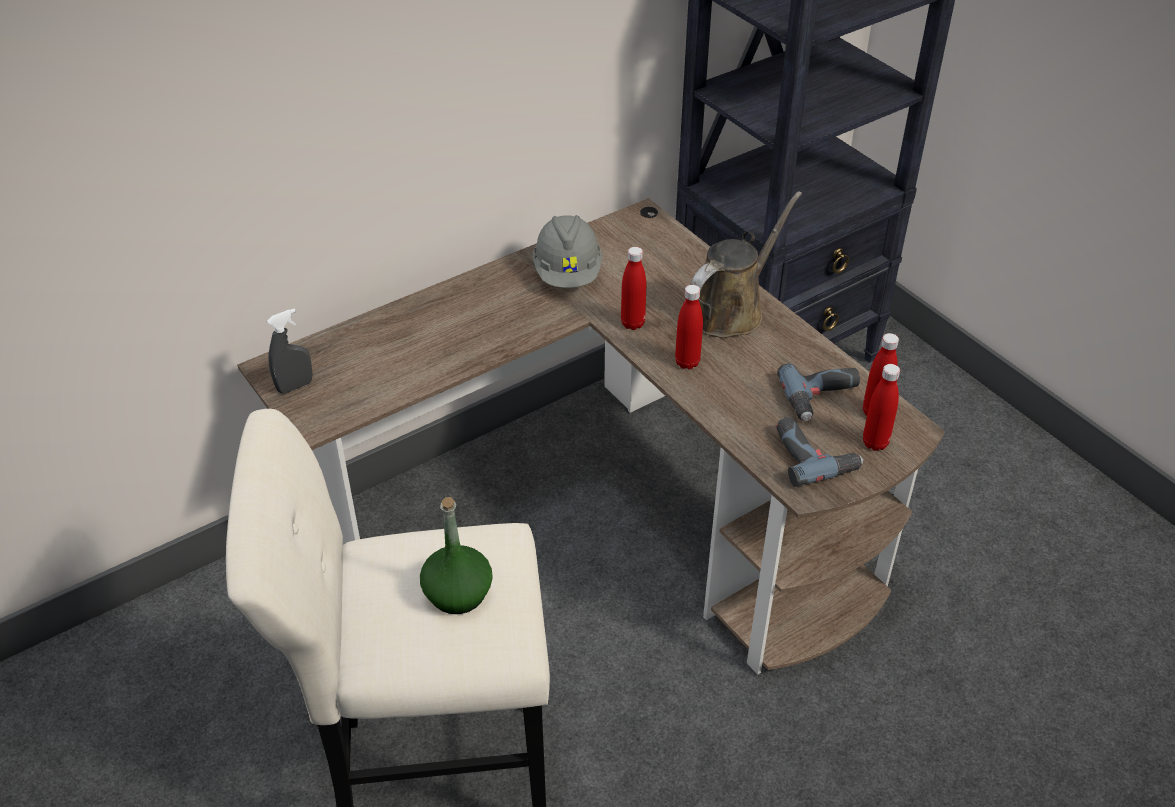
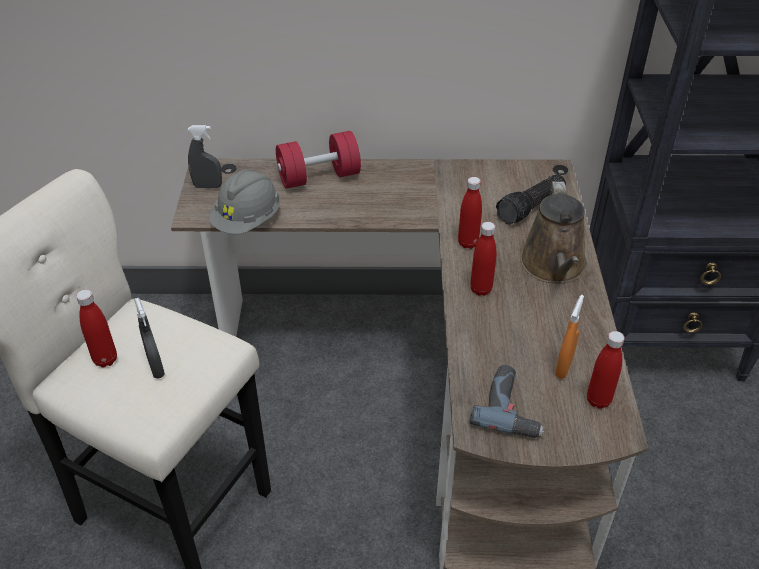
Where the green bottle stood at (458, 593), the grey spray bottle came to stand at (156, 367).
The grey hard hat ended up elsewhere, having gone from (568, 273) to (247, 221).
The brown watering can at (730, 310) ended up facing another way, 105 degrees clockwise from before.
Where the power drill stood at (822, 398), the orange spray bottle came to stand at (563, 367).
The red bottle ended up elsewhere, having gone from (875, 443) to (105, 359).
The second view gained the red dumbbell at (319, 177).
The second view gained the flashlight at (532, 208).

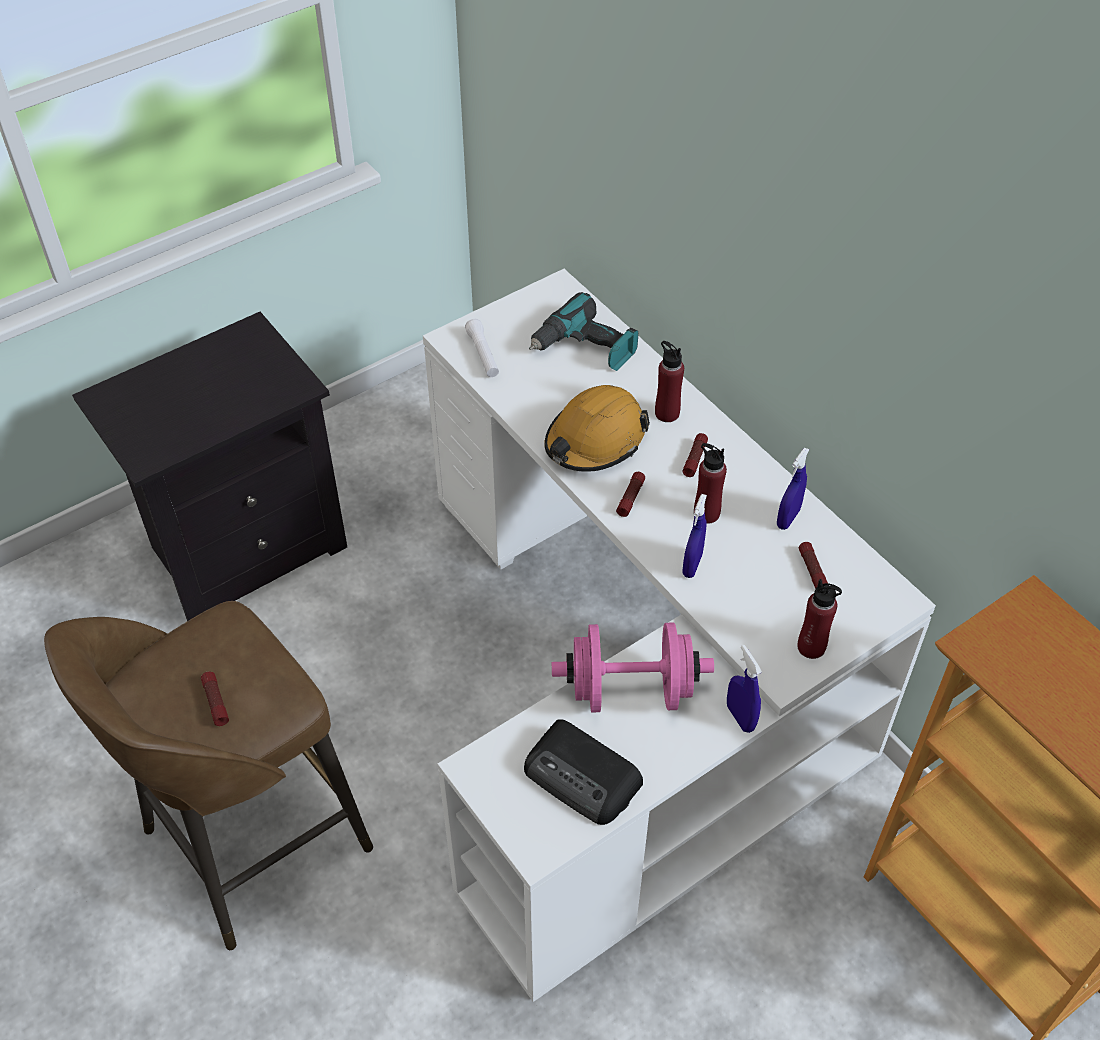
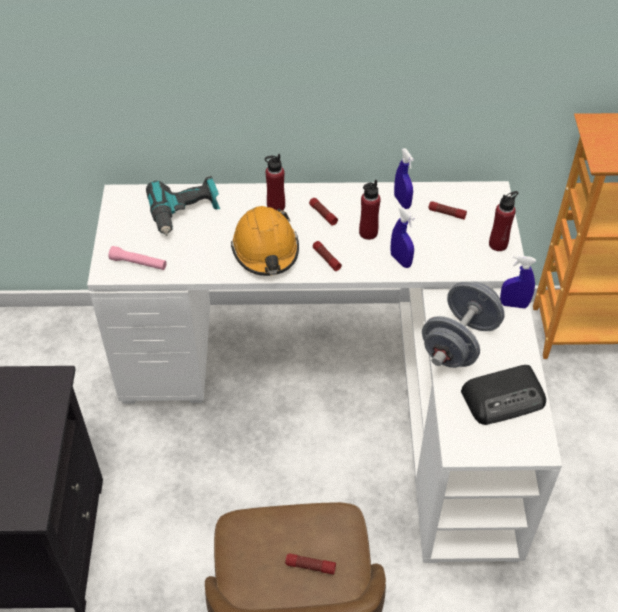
What was the white flashlight at (483, 355) turned into the pink flashlight at (138, 263).
What was the pink dumbbell at (630, 690) turned into the grey dumbbell at (459, 342).

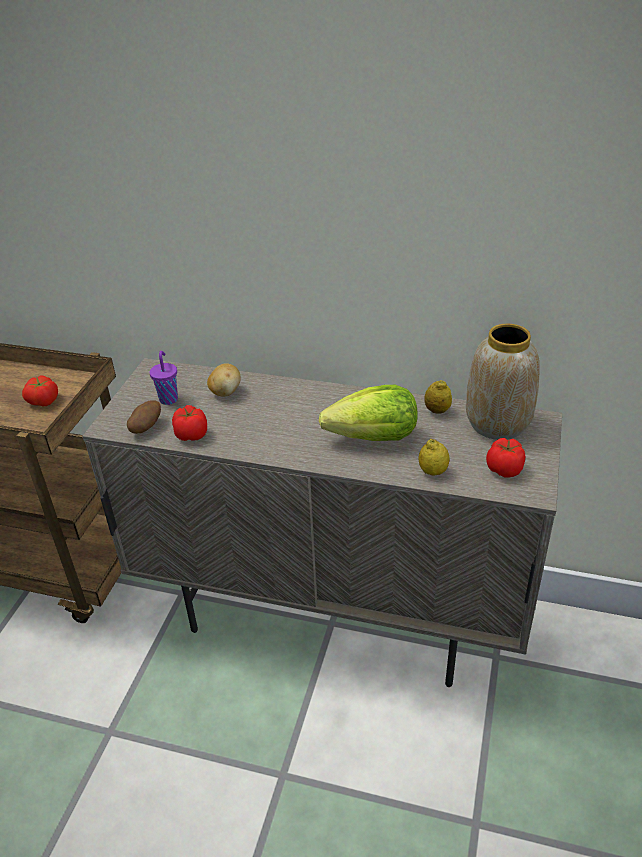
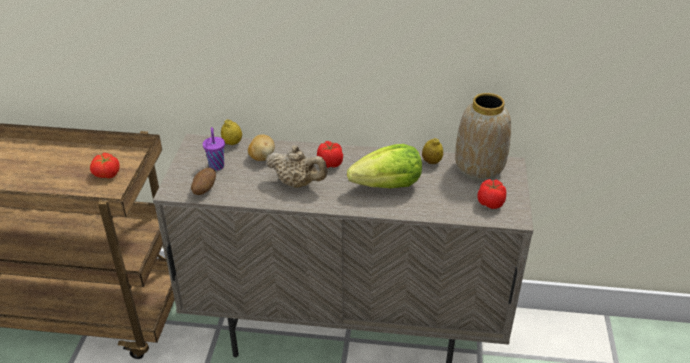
The tomato ended up elsewhere, having gone from (191, 434) to (329, 163).
The lemon ended up elsewhere, having gone from (433, 471) to (232, 143).
The second view gained the beige teapot at (297, 183).

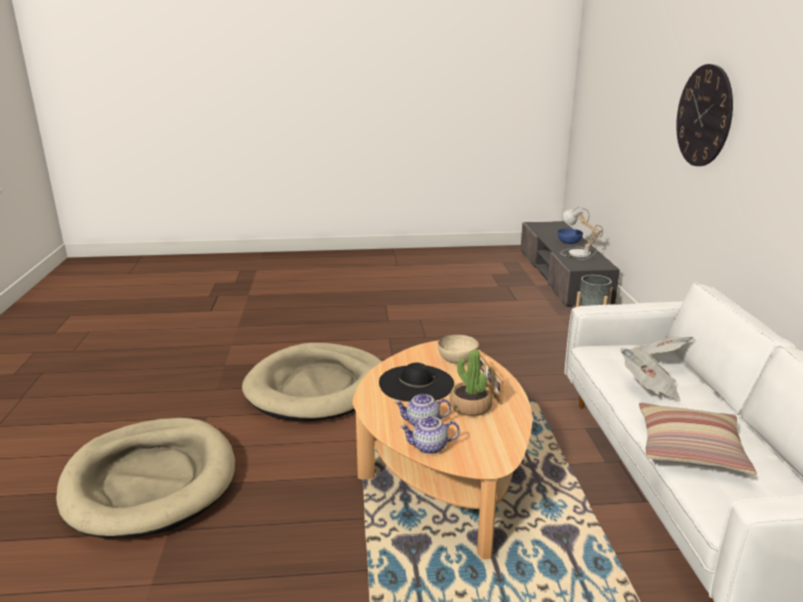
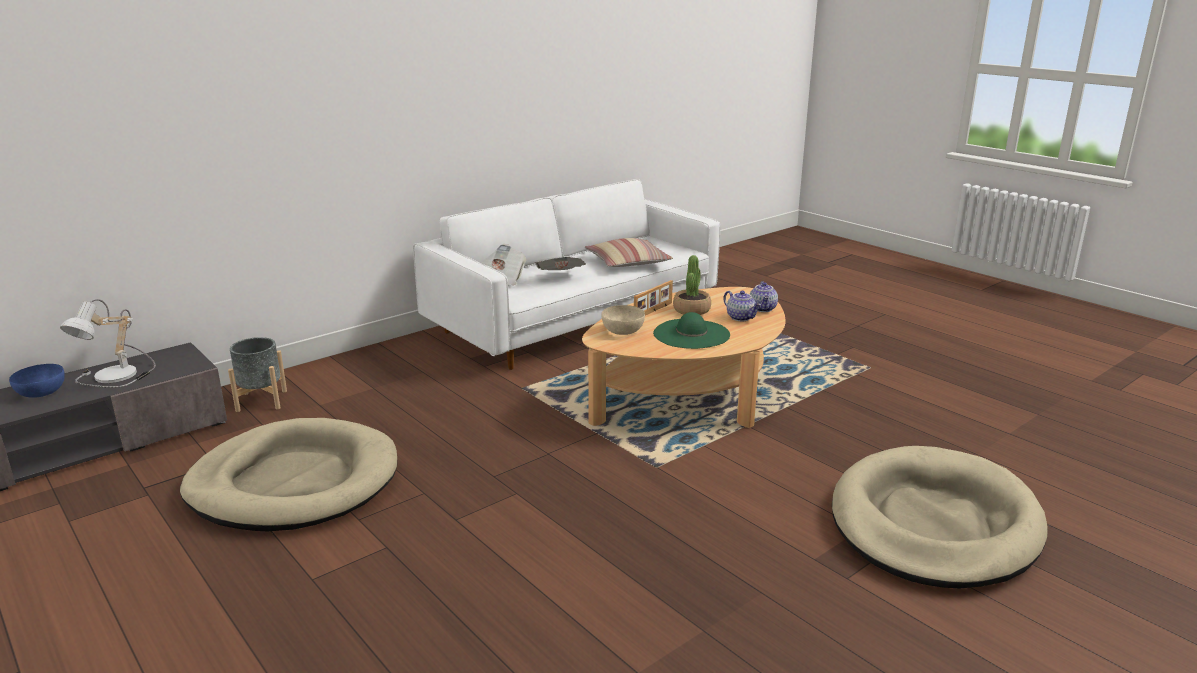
The beige dog bed ended up elsewhere, having gone from (317, 387) to (294, 482).
What was the black hat at (416, 383) turned into the green hat at (691, 334).
The teapot at (429, 447) ended up facing another way, 45 degrees clockwise from before.
The second view lost the wall clock at (704, 116).

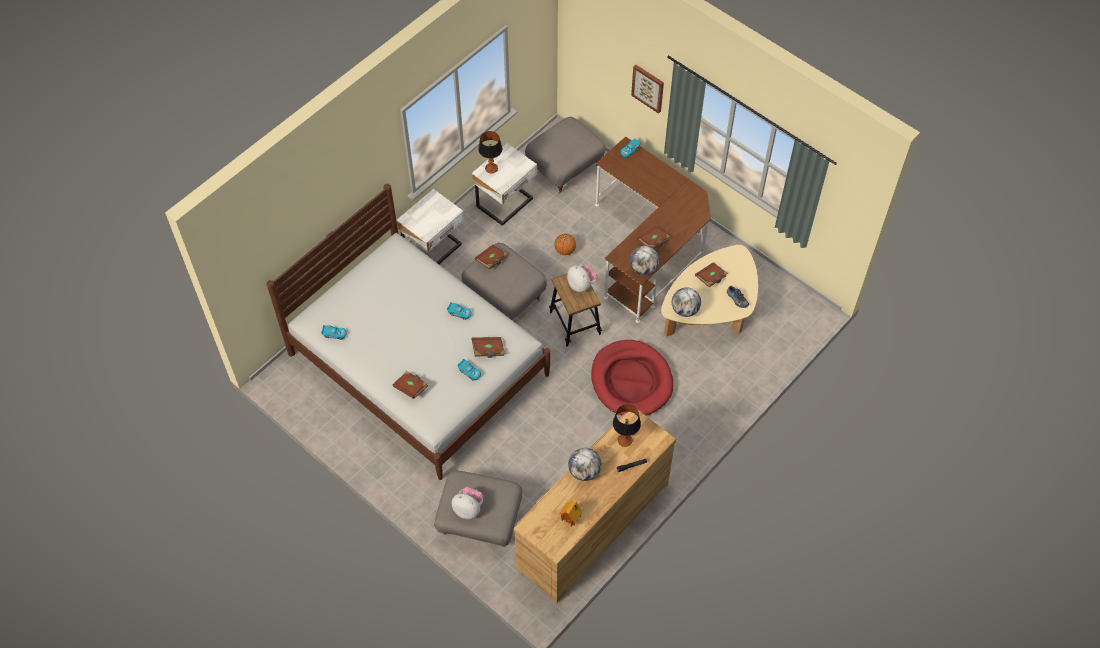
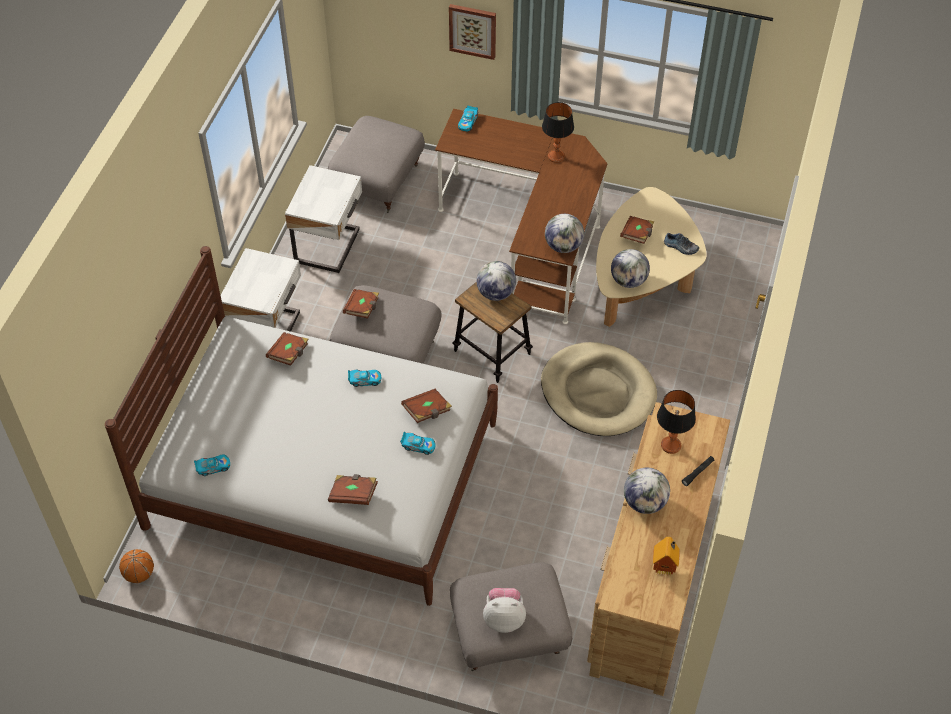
The table lamp ended up elsewhere, having gone from (491, 168) to (556, 156).
The basketball ended up elsewhere, having gone from (565, 250) to (139, 574).
Where the plush toy stood at (582, 285), the globe came to stand at (495, 293).
What was the red dog bed at (631, 381) turned into the beige dog bed at (598, 392).
The brown book ended up elsewhere, having gone from (653, 242) to (289, 354).

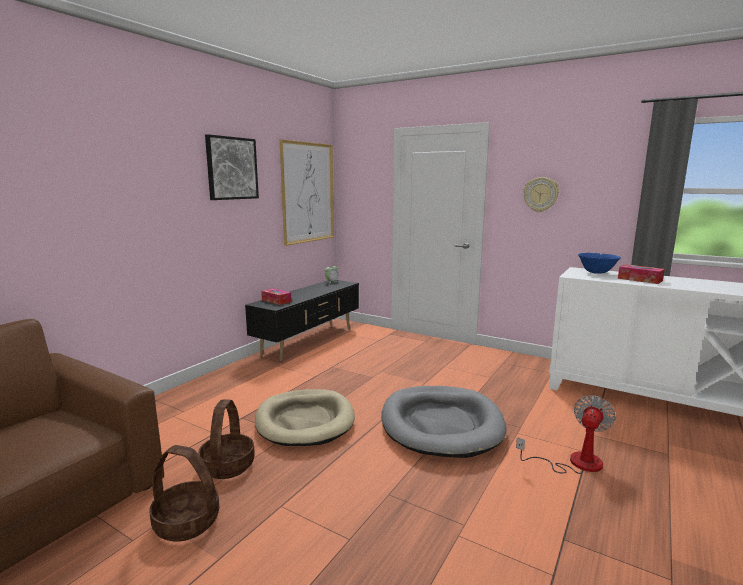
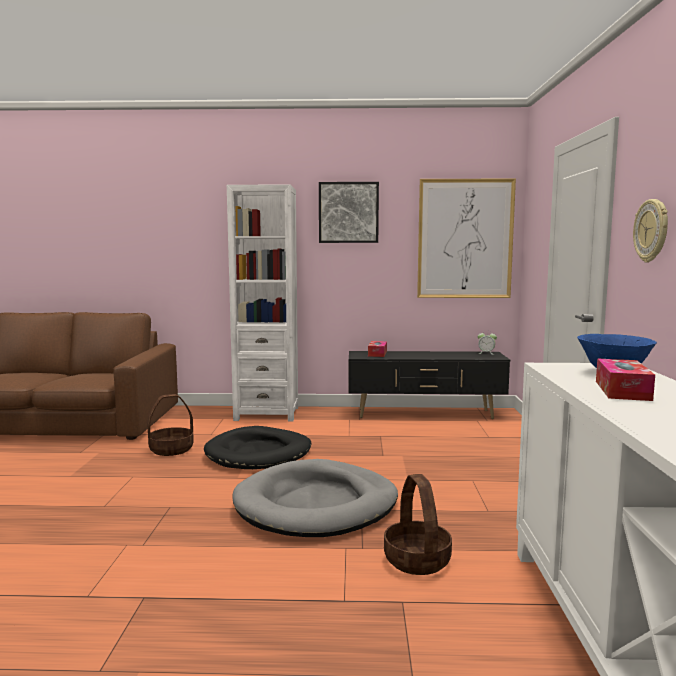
The basket ended up elsewhere, having gone from (187, 522) to (417, 560).
What was the beige dog bed at (305, 421) turned into the black dog bed at (259, 453).
The second view lost the fan at (574, 463).
The second view gained the white bookcase at (267, 414).

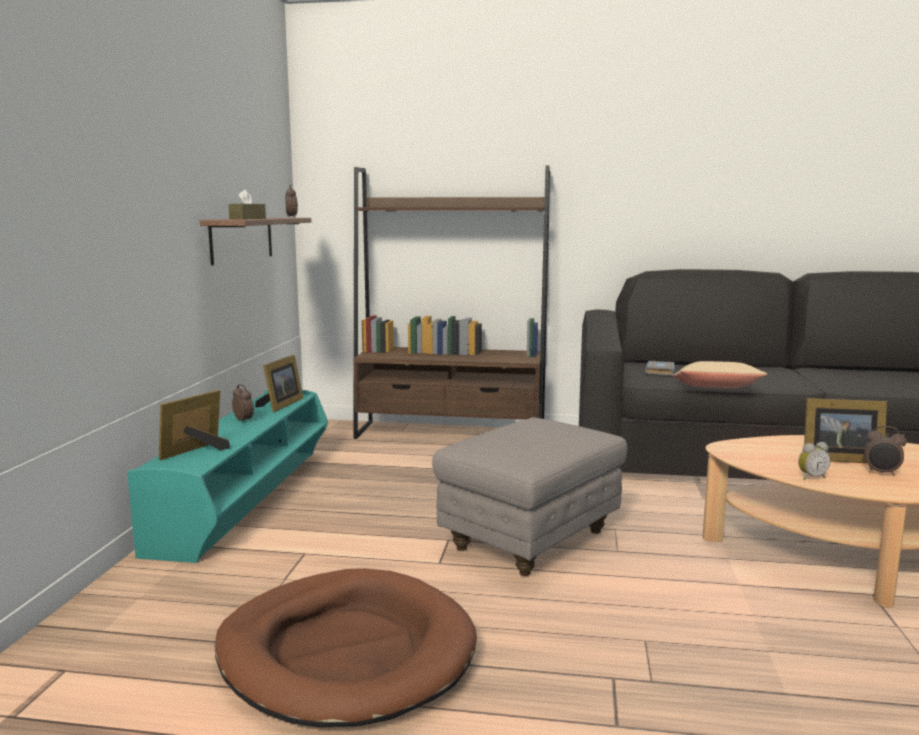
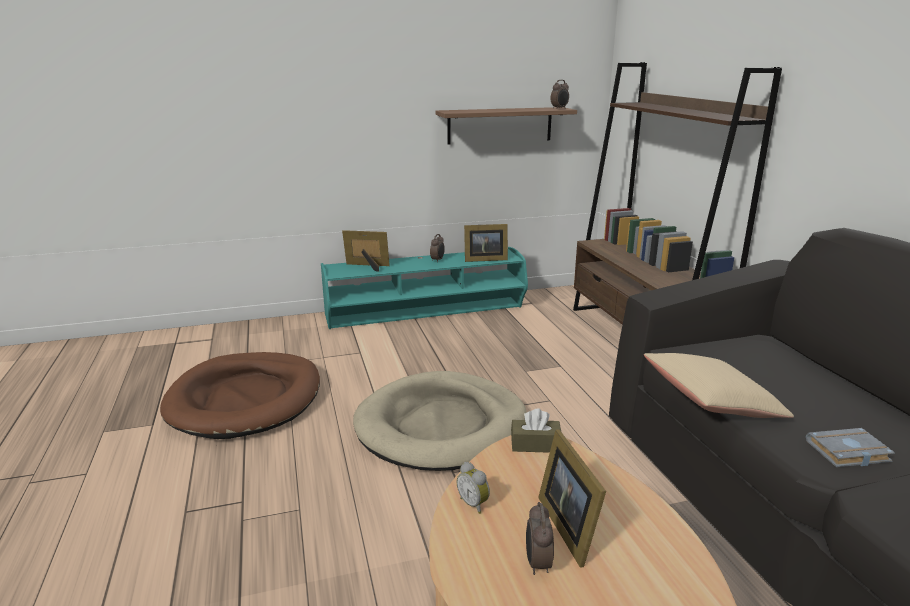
The brown tissue box ended up elsewhere, having gone from (247, 218) to (535, 444).
Where the grey ottoman stood at (530, 540), the beige dog bed came to stand at (441, 426).
The grey book ended up elsewhere, having gone from (661, 371) to (847, 453).

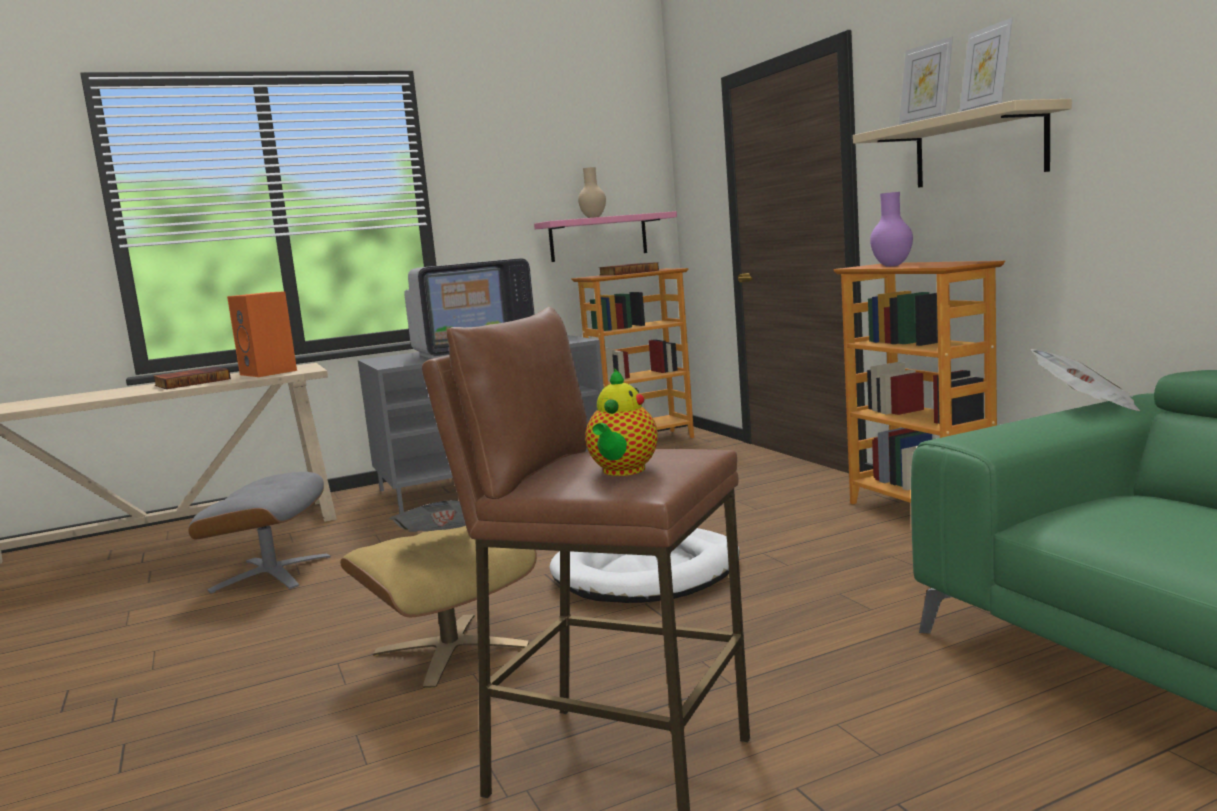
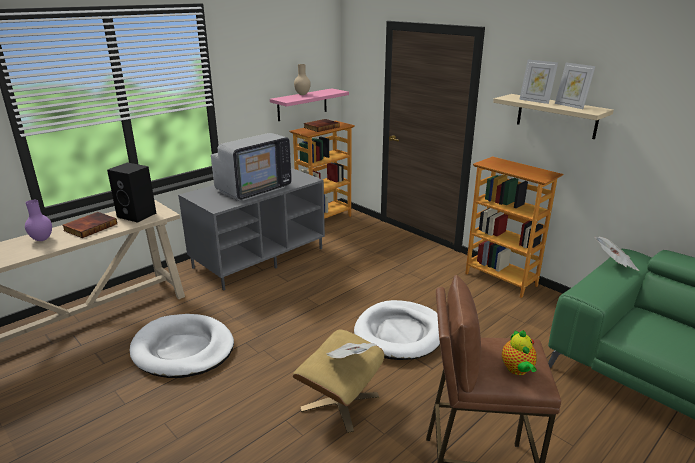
Where the grey ottoman stood at (272, 573), the white dog bed came to stand at (183, 349).
What was the orange speaker at (270, 372) turned into the black speaker at (138, 215).
The purple vase ended up elsewhere, having gone from (893, 266) to (42, 239).

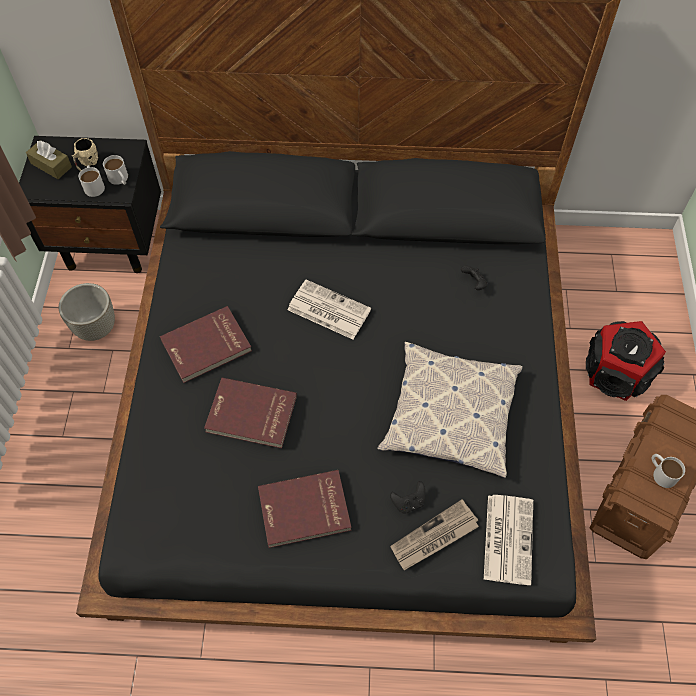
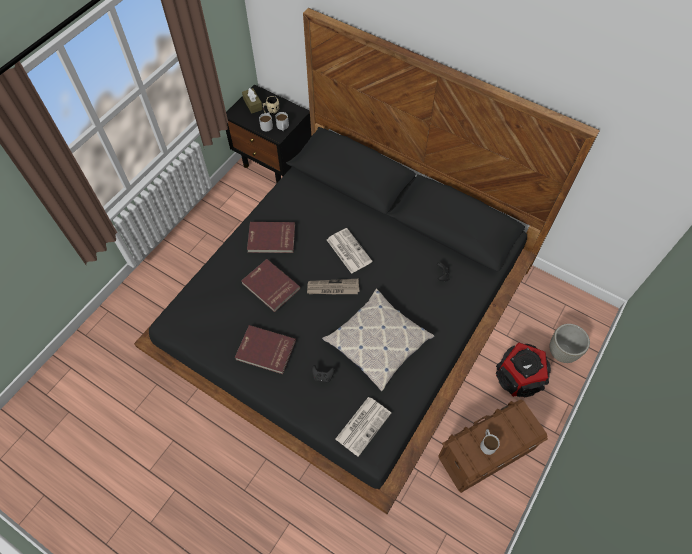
The grey planter ended up elsewhere, having gone from (96, 328) to (562, 352).
The newspaper ended up elsewhere, having gone from (434, 537) to (333, 288).

